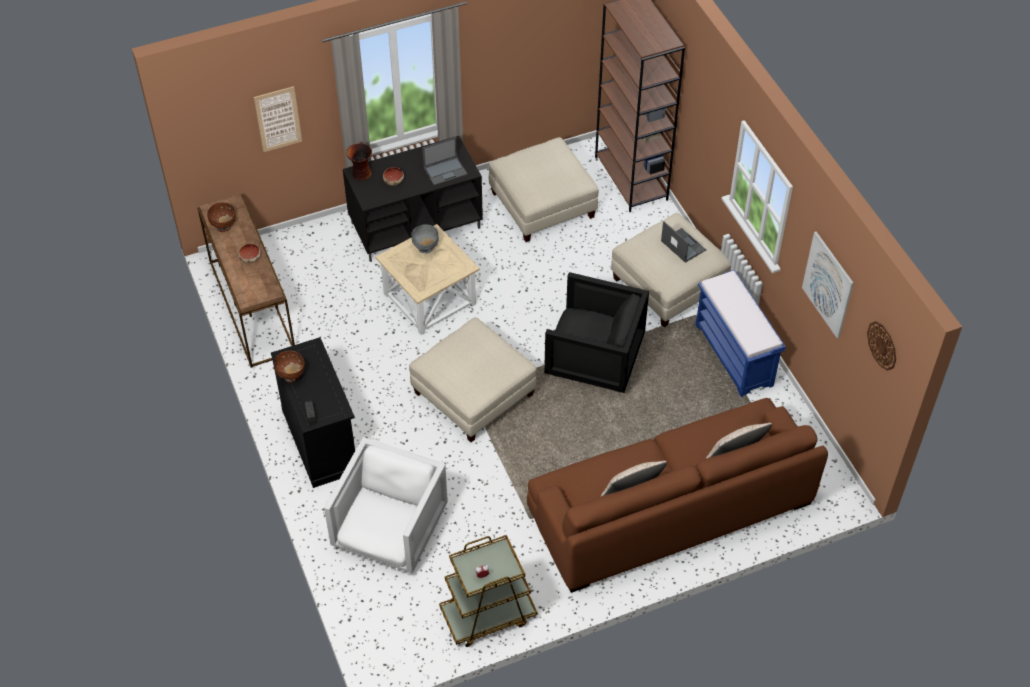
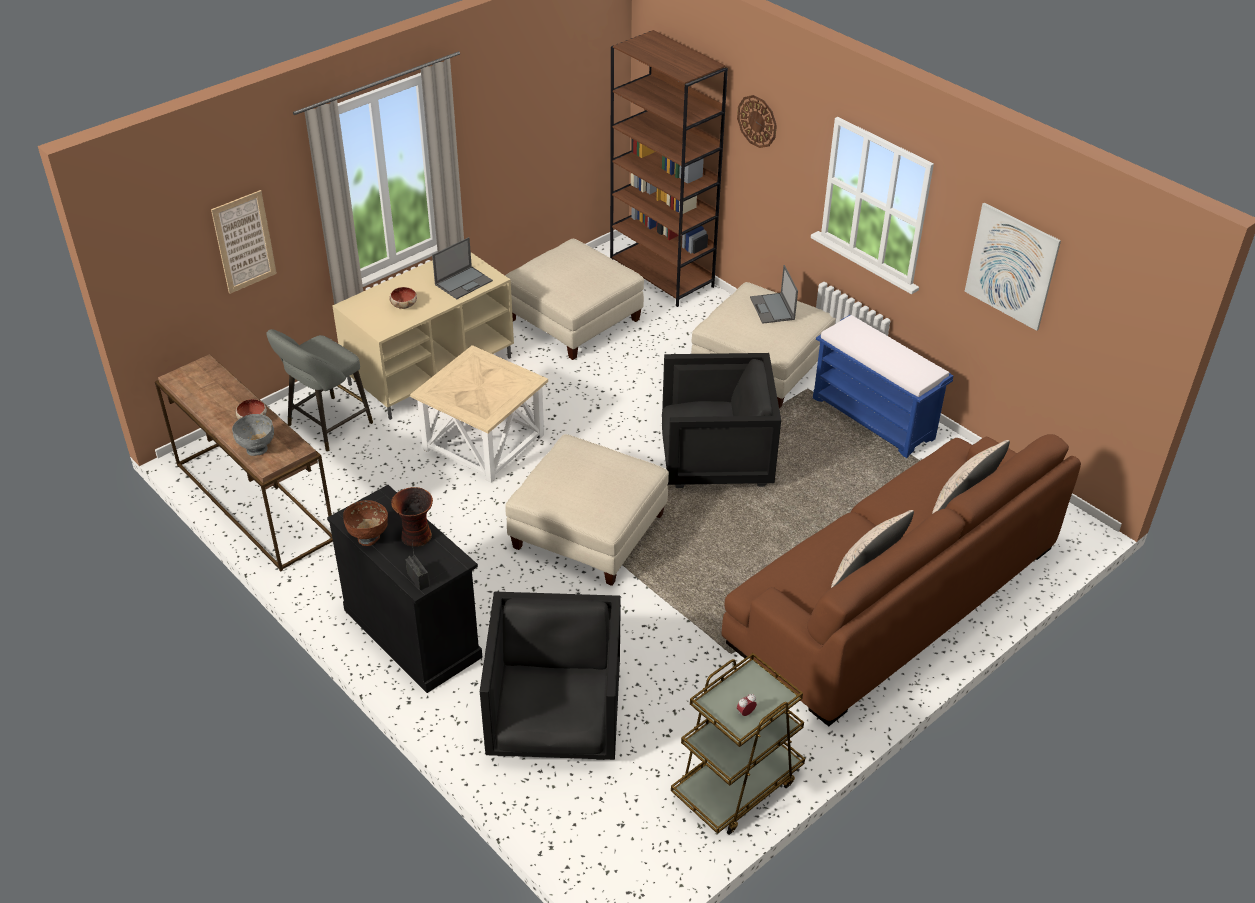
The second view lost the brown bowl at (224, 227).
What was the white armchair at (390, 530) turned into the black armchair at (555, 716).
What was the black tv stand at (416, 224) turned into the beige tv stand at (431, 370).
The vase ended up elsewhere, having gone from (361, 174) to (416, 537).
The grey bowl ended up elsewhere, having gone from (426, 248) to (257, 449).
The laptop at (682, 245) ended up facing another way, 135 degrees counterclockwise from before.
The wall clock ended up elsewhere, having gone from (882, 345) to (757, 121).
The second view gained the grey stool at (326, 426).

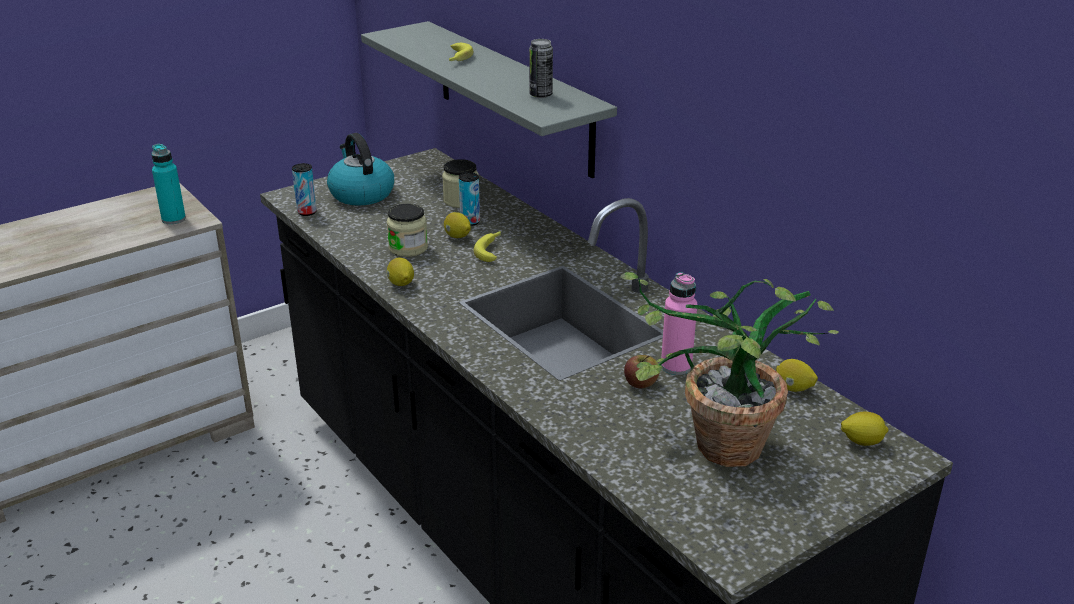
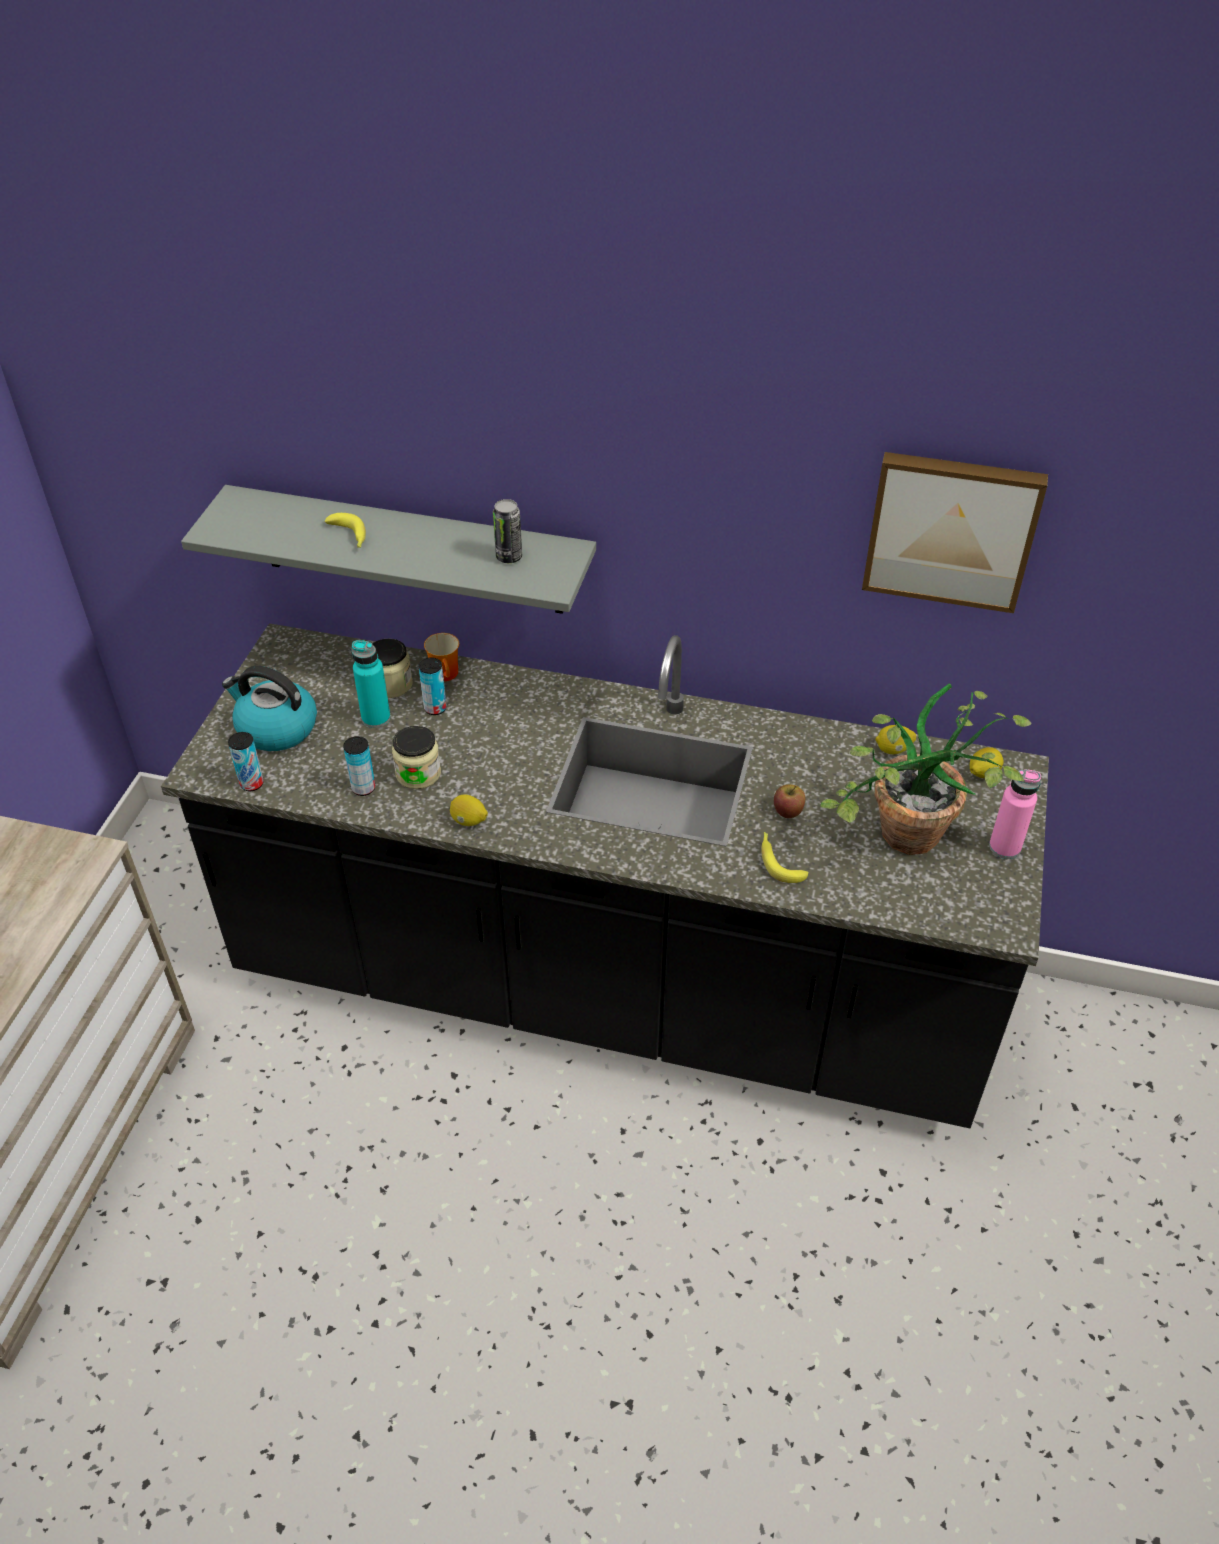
The turquoise bottle ended up elsewhere, having gone from (173, 219) to (376, 718).
The second view lost the lemon at (457, 237).
The banana ended up elsewhere, having gone from (491, 250) to (779, 861).
The pink bottle ended up elsewhere, having gone from (676, 366) to (1004, 847).
The second view gained the can at (363, 788).
The second view gained the mug at (447, 674).
The second view gained the picture at (951, 529).

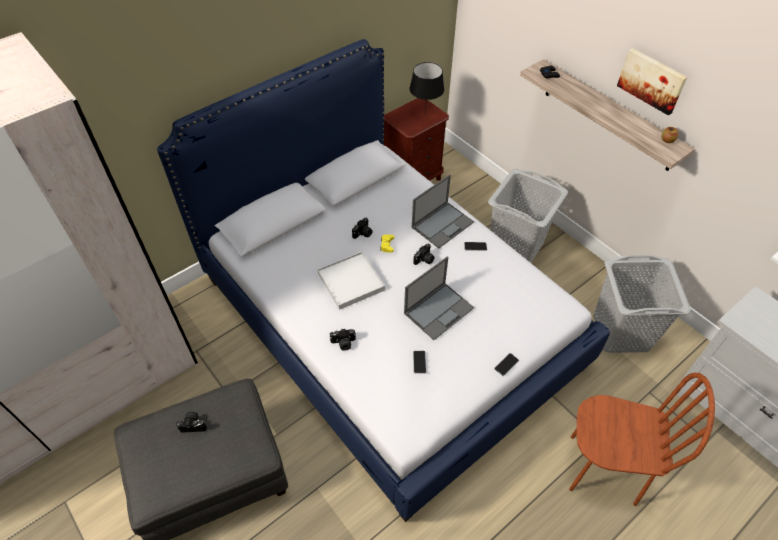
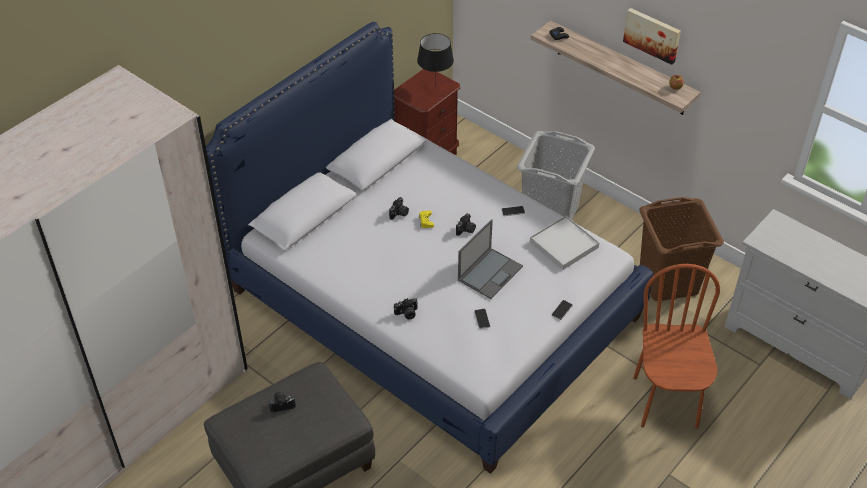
The white tray ended up elsewhere, having gone from (351, 282) to (563, 244).
The second view lost the laptop at (443, 224).
The brown chair at (602, 468) ended up facing another way, 90 degrees counterclockwise from before.
What was the grey laundry basket at (621, 332) turned into the brown laundry basket at (669, 281).

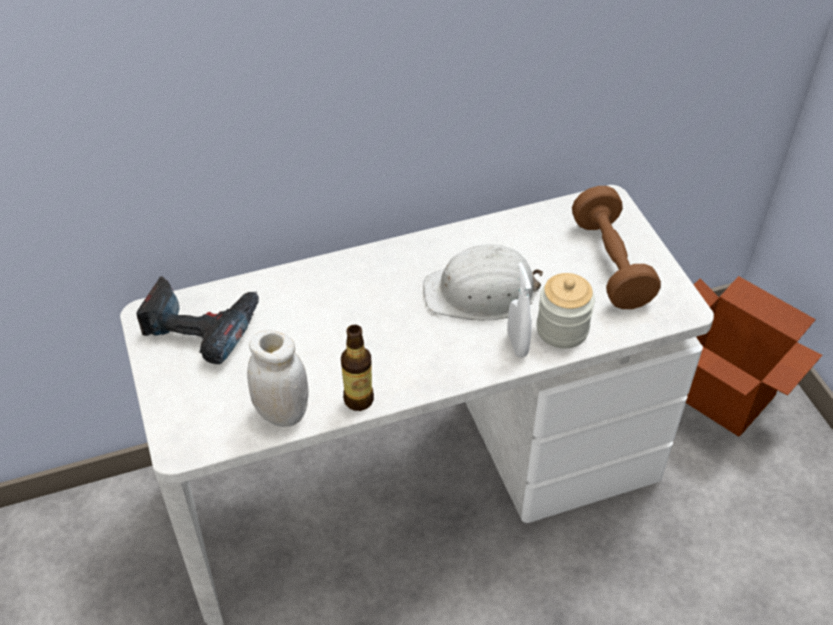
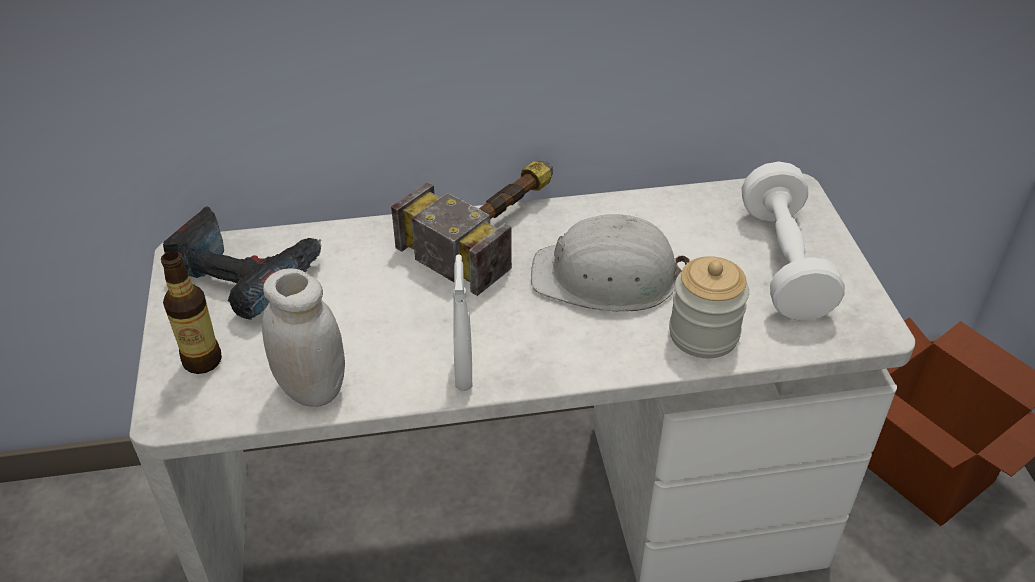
The bottle ended up elsewhere, having gone from (359, 399) to (202, 361).
The white spray bottle ended up elsewhere, having gone from (517, 344) to (463, 373).
What was the brown dumbbell at (611, 263) turned into the white dumbbell at (784, 263).
The second view gained the hammer at (495, 226).

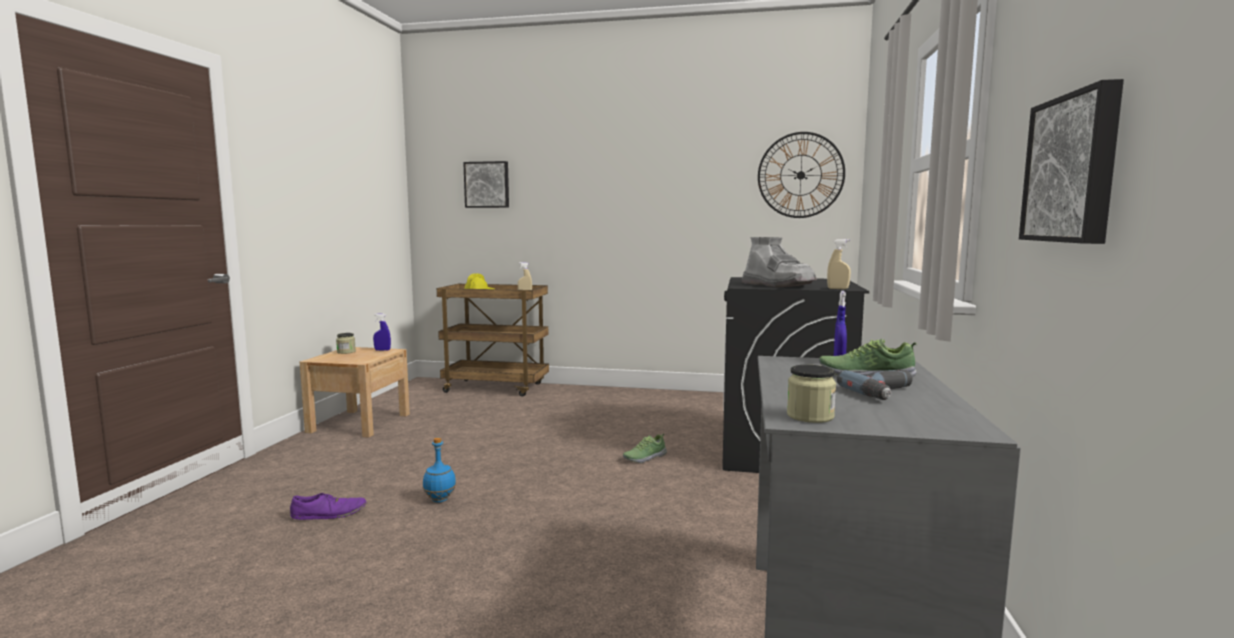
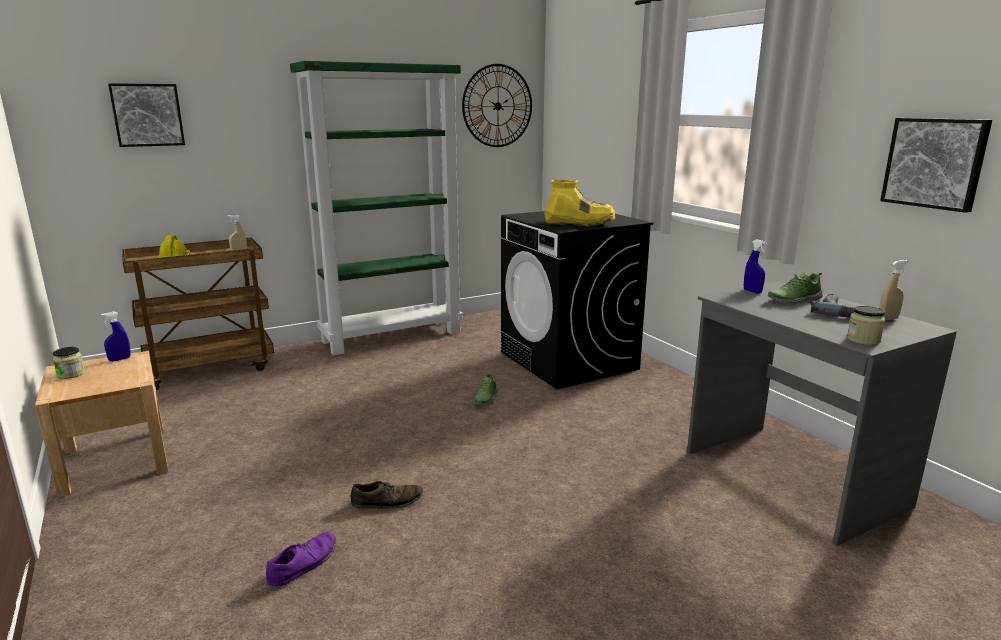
Where the blue bottle stood at (440, 499), the brown shoe came to stand at (387, 501).
What was the grey boot at (778, 285) turned into the yellow boot at (580, 223).
The beige spray bottle ended up elsewhere, having gone from (838, 289) to (888, 319).
The second view gained the green bookcase at (392, 336).

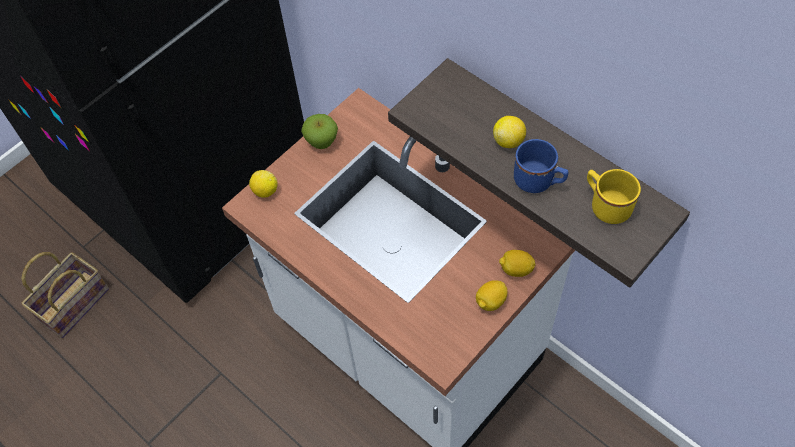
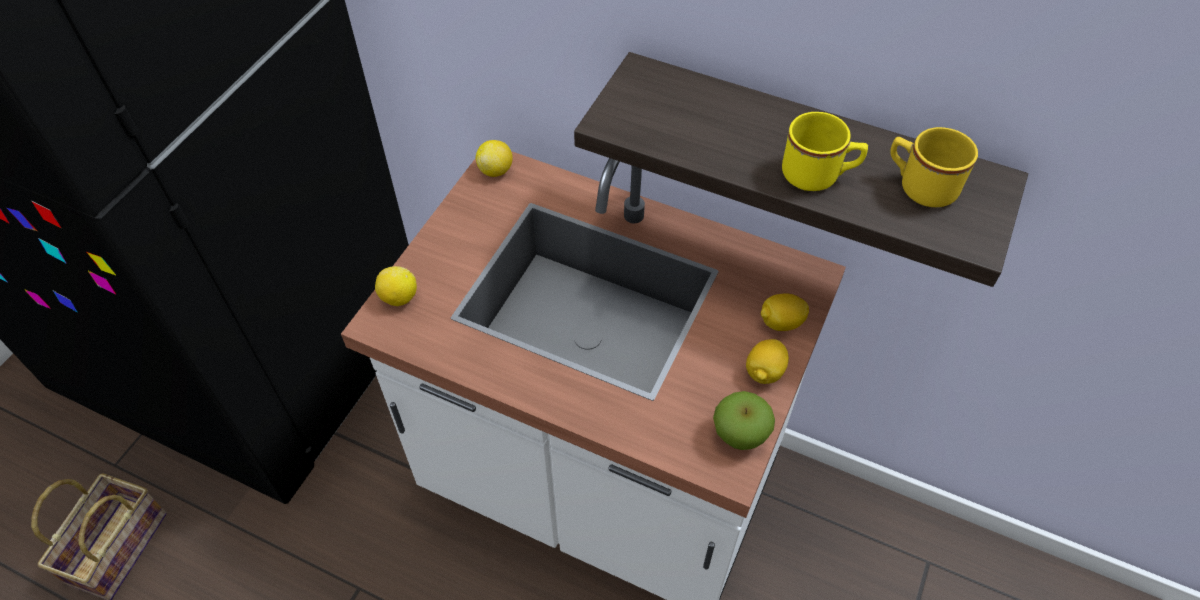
The apple ended up elsewhere, having gone from (322, 142) to (739, 435).
The lemon ended up elsewhere, having gone from (508, 141) to (496, 170).
What was the blue mug at (539, 181) turned into the yellow mug at (818, 175).

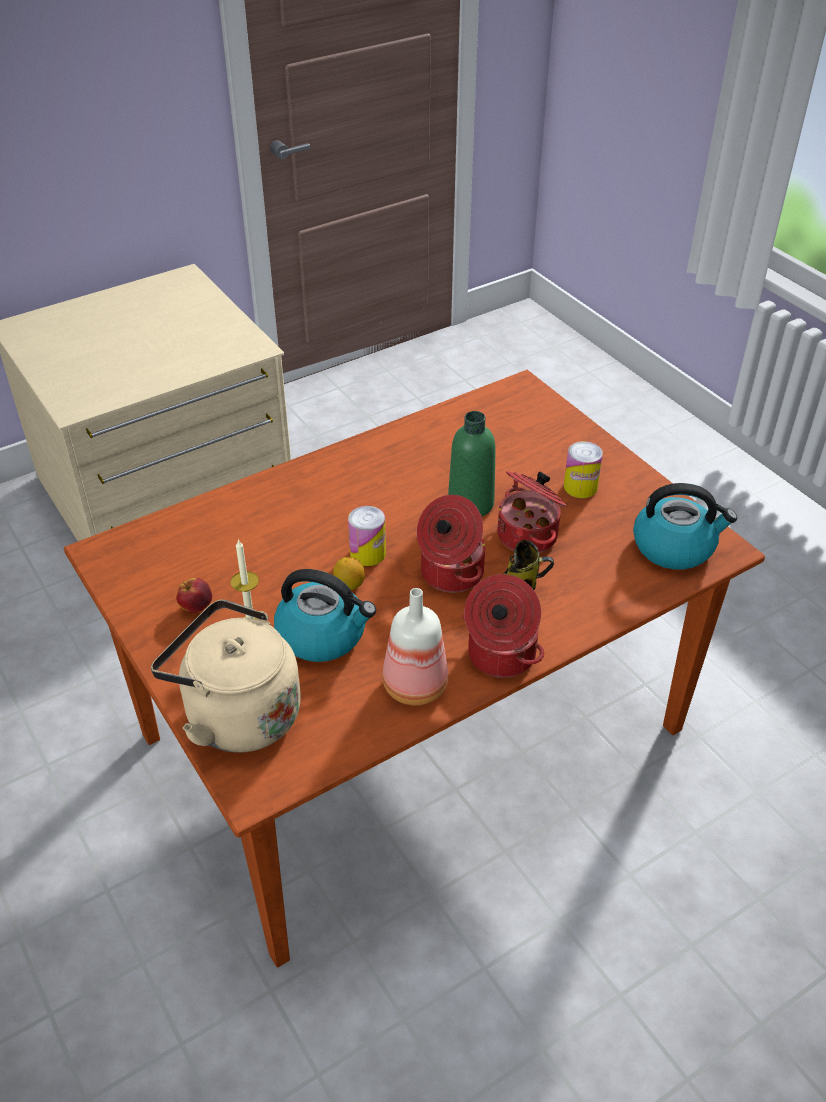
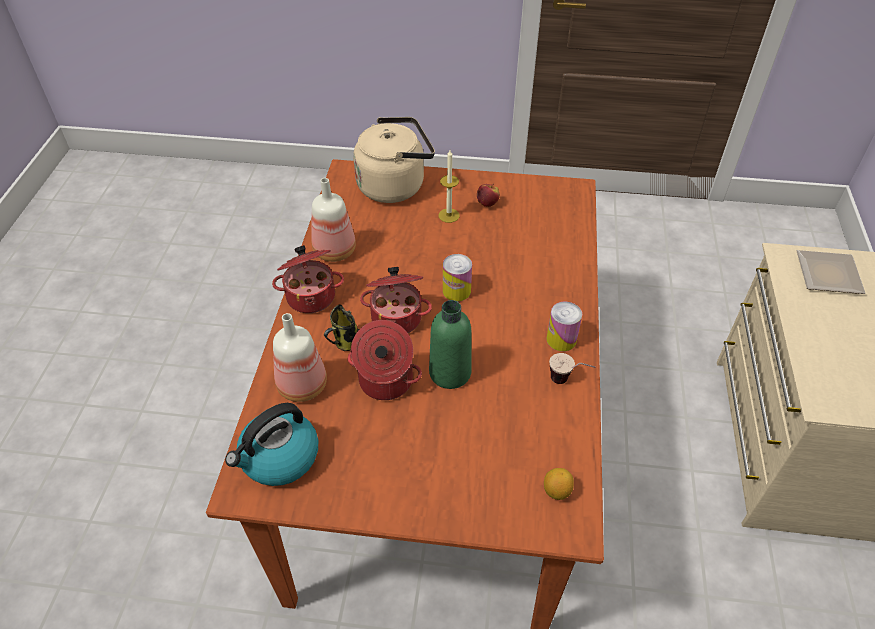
The second view lost the kettle at (323, 635).
The lemon ended up elsewhere, having gone from (349, 584) to (556, 491).
The can ended up elsewhere, having gone from (580, 487) to (561, 339).
The second view gained the bottle at (301, 384).
The second view gained the cup at (568, 382).
The second view gained the plate at (829, 273).

